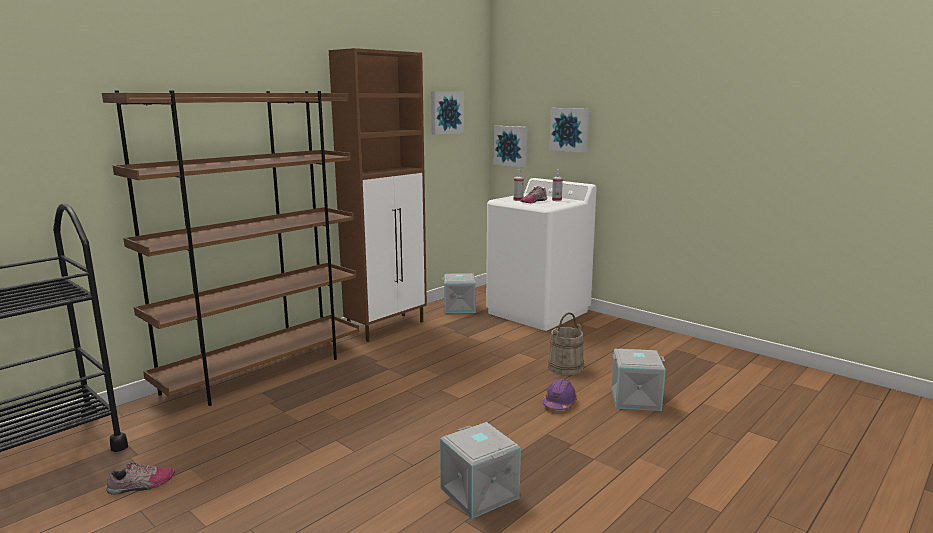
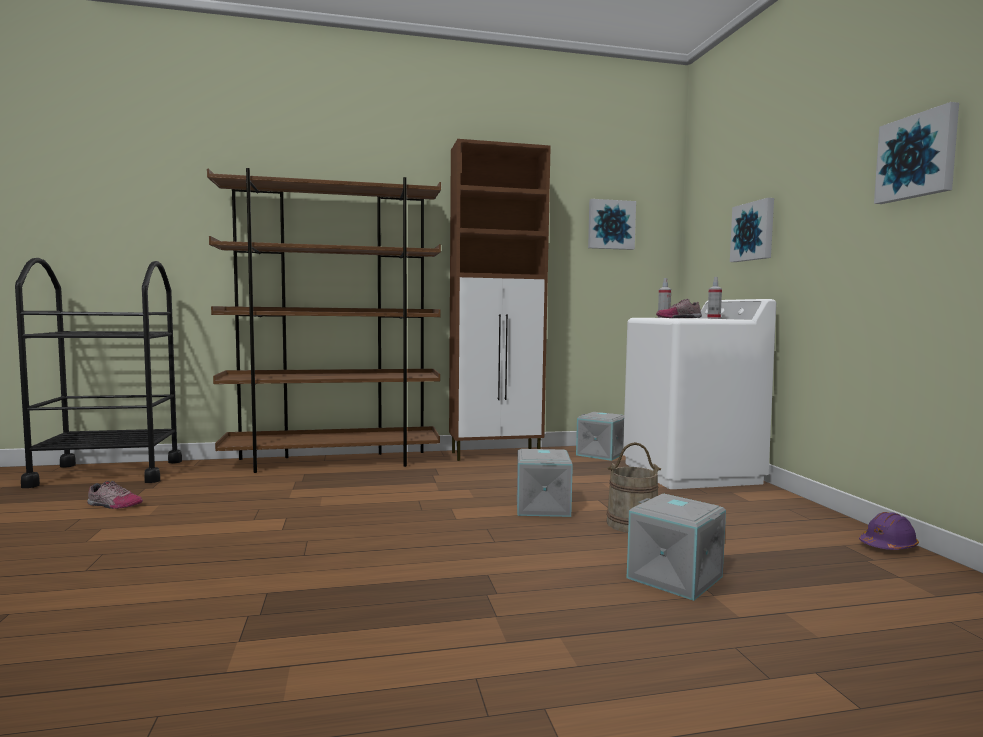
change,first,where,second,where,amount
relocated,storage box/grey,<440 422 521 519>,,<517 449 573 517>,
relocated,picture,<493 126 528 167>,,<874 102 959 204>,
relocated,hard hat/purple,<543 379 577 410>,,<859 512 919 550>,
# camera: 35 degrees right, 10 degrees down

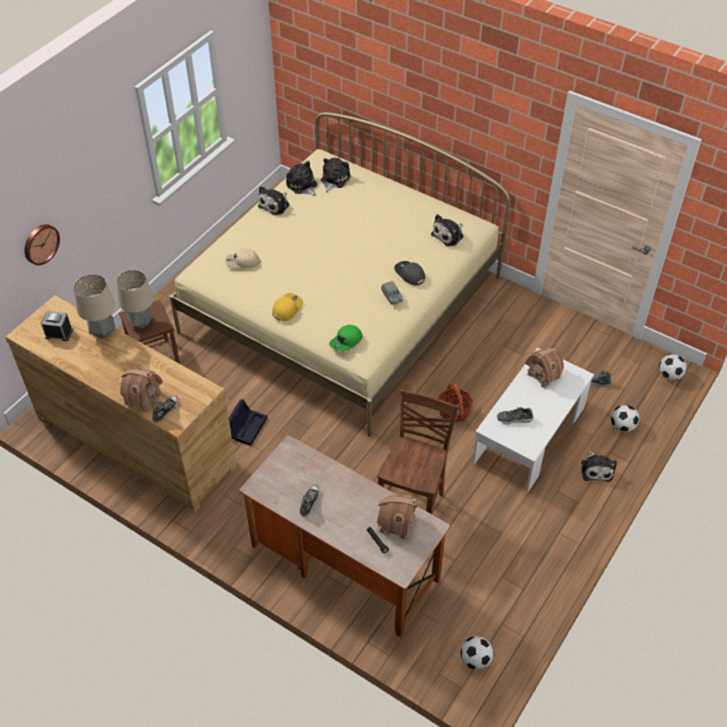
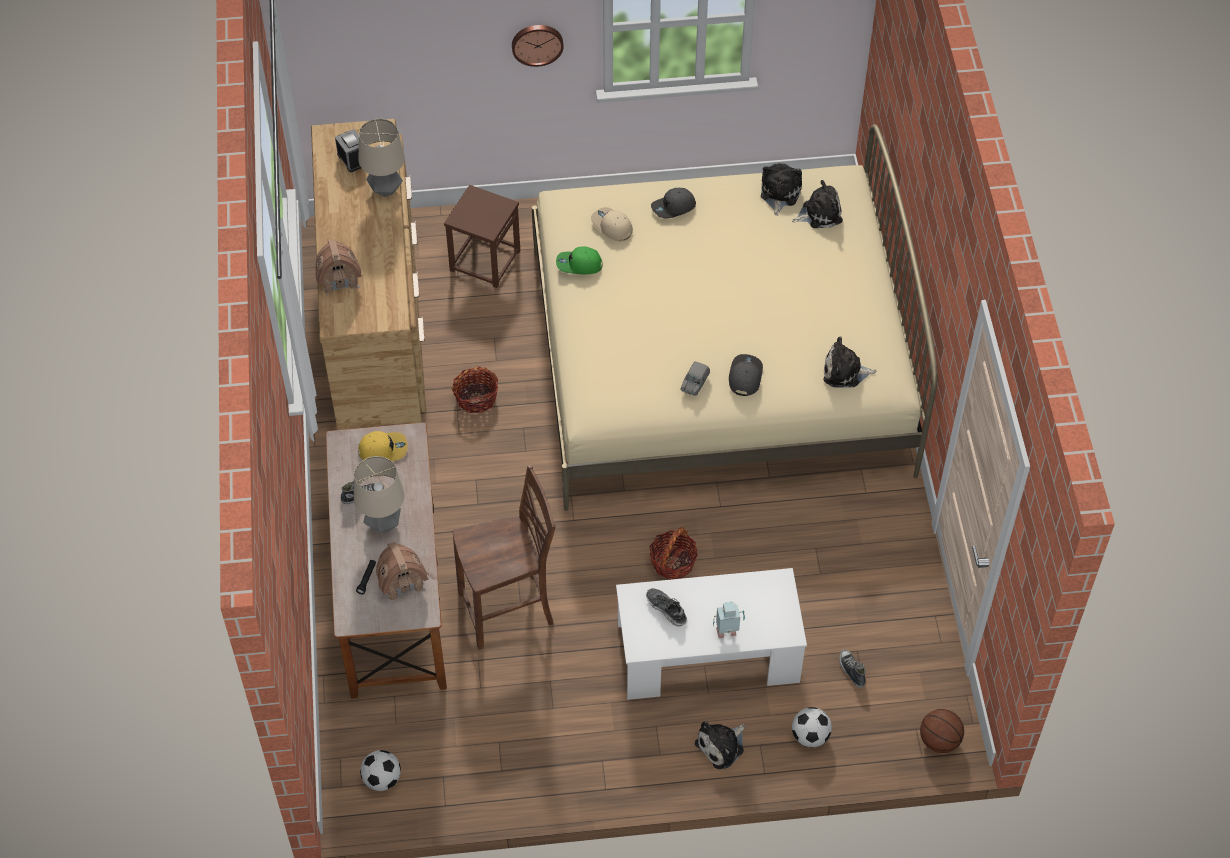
change,first,where,second,where,amount
relocated,wall clock,<24 224 60 265>,,<512 25 564 67>,
relocated,table lamp,<116 270 154 329>,,<354 456 405 533>,
missing,shoe,<152 396 179 423>,,,
exchanged,storage box/black,<229 399 267 446>,basket,<451 366 498 413>,
missing,plush toy,<258 186 289 215>,,,
relocated,cap/yellow,<272 293 303 321>,,<358 431 408 461>,
relocated,cap/green,<329 325 363 352>,,<556 246 603 274>,
missing,toy house,<525 348 564 389>,,,
exchanged,football,<659 354 687 381>,basketball,<920 709 964 753>,
appeared,,,cap/grey,<651 188 696 218>,
appeared,,,toy robot,<713 602 745 638>,
# camera: 50 degrees right, 5 degrees up

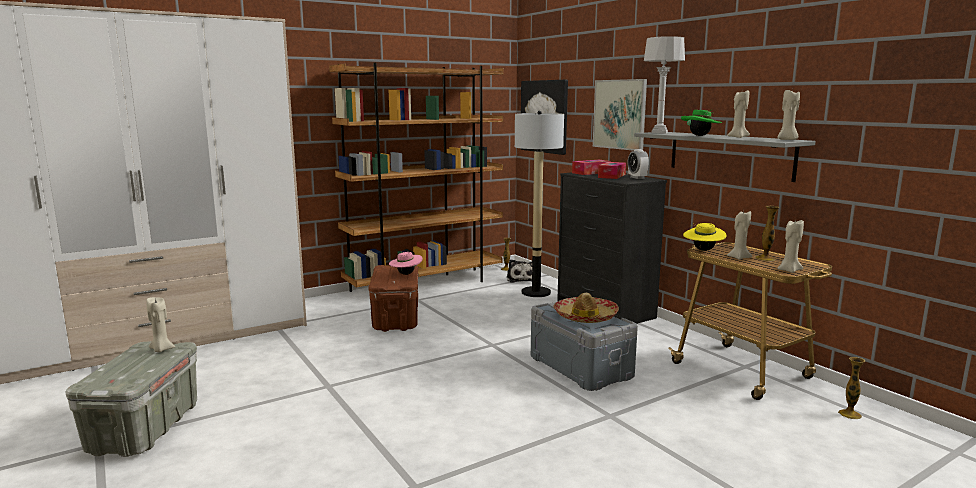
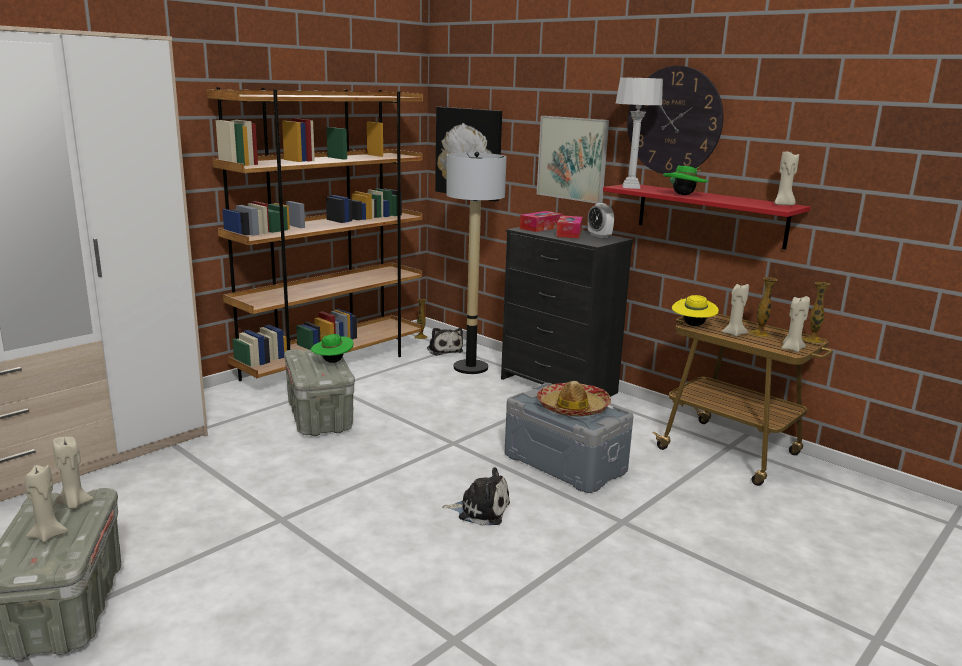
change,first,where,second,where,amount
colour,storage box/brown,<368 265 418 332>,storage box/grey,<284 349 355 436>,
colour,hat/pink,<389 250 423 275>,hat/green,<311 333 353 363>,
colour,shelf/grey,<634 132 816 182>,shelf/red,<603 184 811 250>,
relocated,candle/beige,<727 90 750 138>,,<25 465 68 543>,
relocated,vase,<838 357 865 419>,,<802 282 830 344>,
appeared,,,plush toy,<442 467 510 526>,
appeared,,,wall clock,<627 66 723 174>,
# camera: 15 degrees left, 5 degrees up

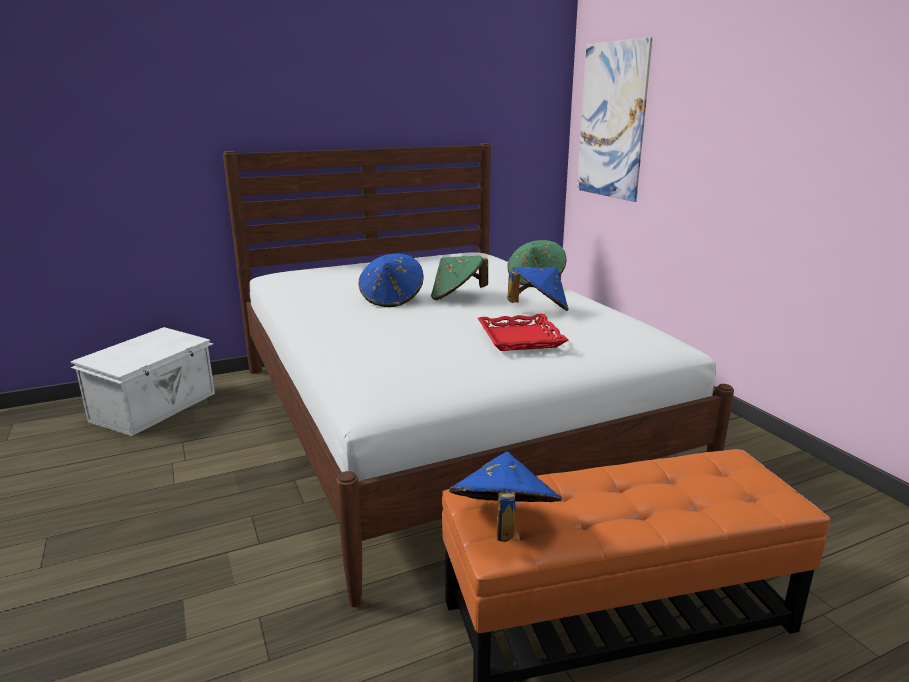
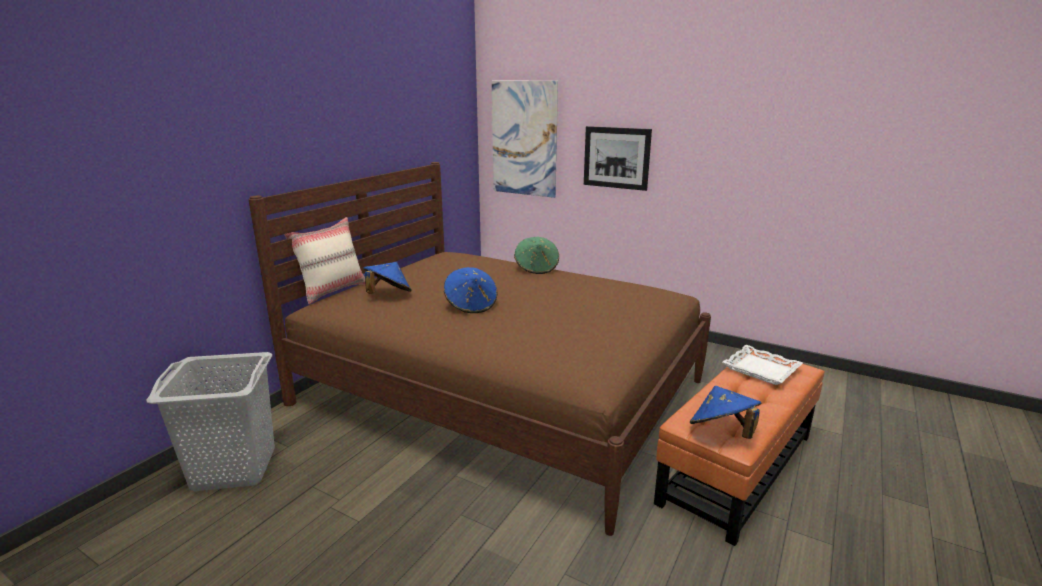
change,first,where,second,where,amount
exchanged,storage box/white,<71 327 215 436>,laundry basket/grey,<146 352 275 491>,
colour,bed/white,<223 143 734 607>,bed/brown,<248 162 711 536>,
missing,hat/green,<431 255 488 300>,,,
missing,tray/red,<478 314 568 351>,,,
relocated,hat/blue,<508 267 569 311>,,<363 262 412 294>,
appeared,,,pillow/beige,<284 217 365 304>,
appeared,,,picture,<584 126 652 191>,
appeared,,,tray/white,<722 345 803 385>,
# camera: 35 degrees left, 0 degrees up

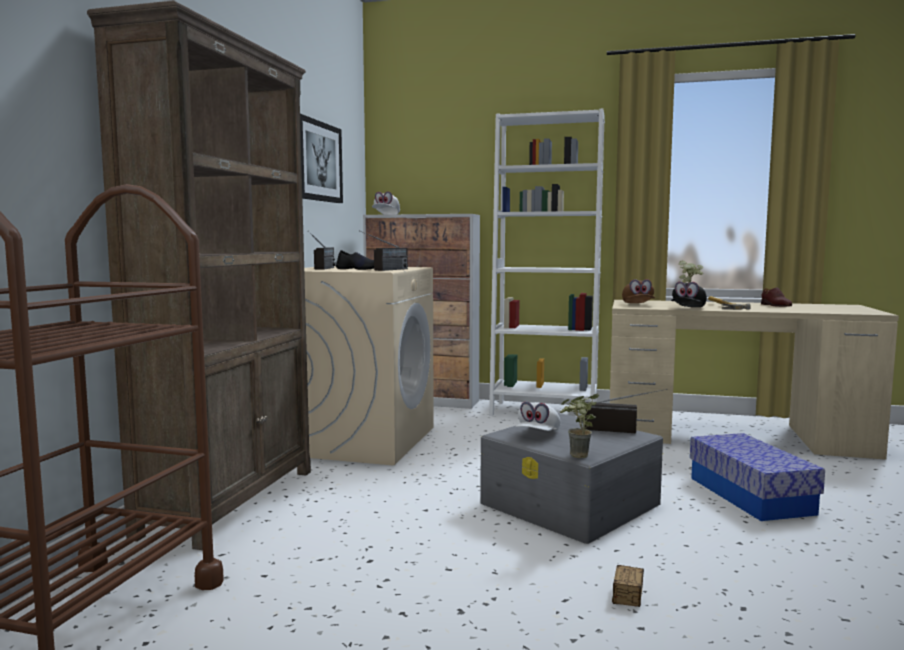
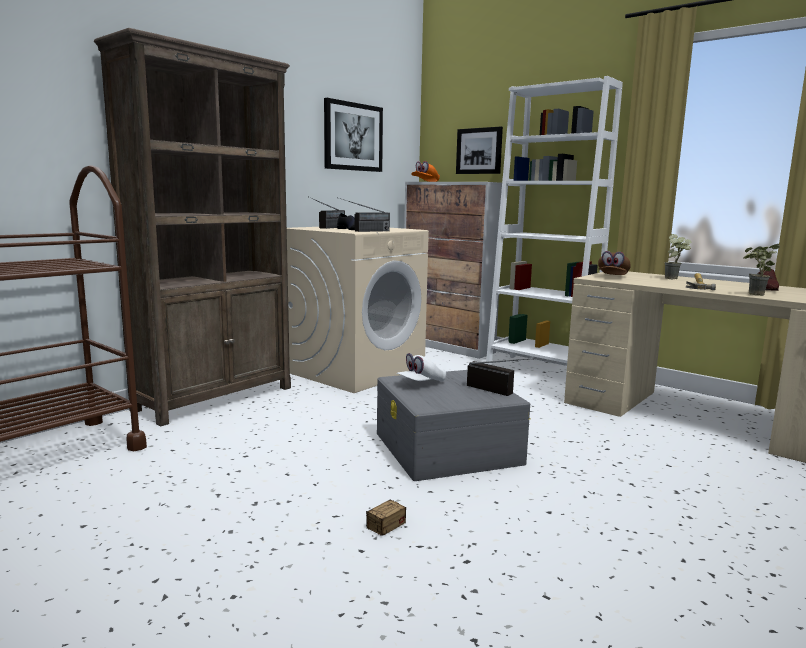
change,first,where,second,where,amount
colour,cap/white,<372 192 400 215>,cap/orange,<411 161 440 182>,
relocated,potted plant,<560 393 599 458>,,<743 244 780 296>,
missing,cap/black,<671 281 707 307>,,,
missing,storage box,<690 433 825 521>,,,
appeared,,,picture,<456 127 503 174>,
# camera: 25 degrees right, 5 degrees up

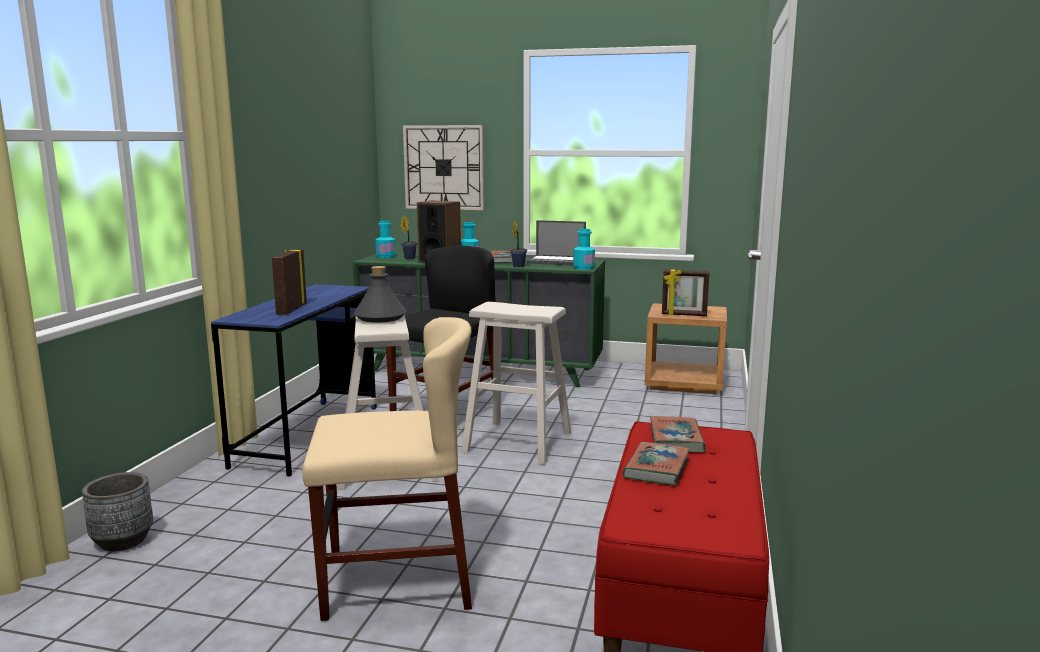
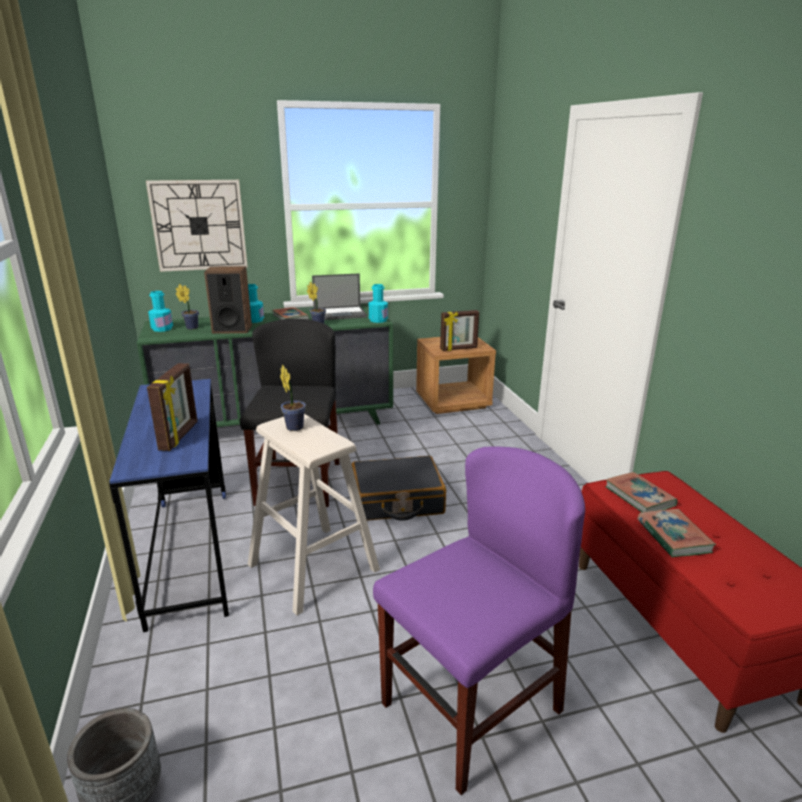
change,first,where,second,where,amount
spun,picture frame,<272 249 307 315>,,<147 363 198 451>,150 degrees counterclockwise
colour,chair/beige,<302 317 472 621>,chair/purple,<373 446 585 795>,
exchanged,bottle/grey,<354 266 407 323>,potted plant,<280 364 306 431>,
exchanged,stool/beige,<461 302 571 465>,suitcase/black,<352 456 446 521>,
# camera: 30 degrees left, 10 degrees up

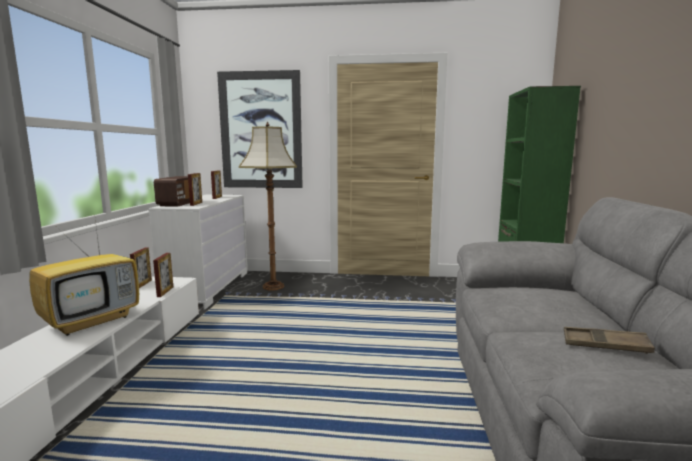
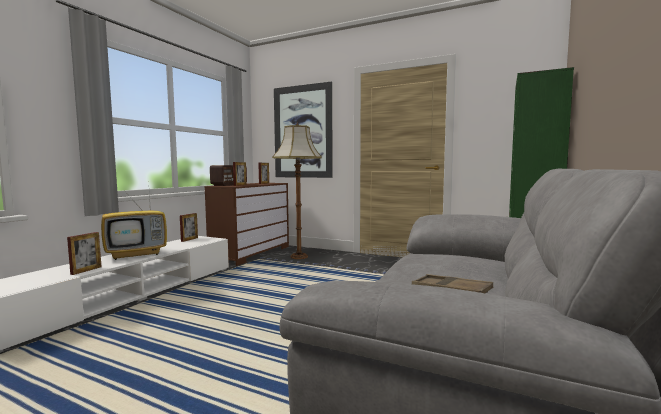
change,first,where,second,where,amount
colour,dresser/white,<149 195 247 310>,dresser/brown,<205 183 289 266>,
relocated,picture frame,<153 253 173 297>,,<67 232 102 275>,
# camera: 20 degrees right, 5 degrees down

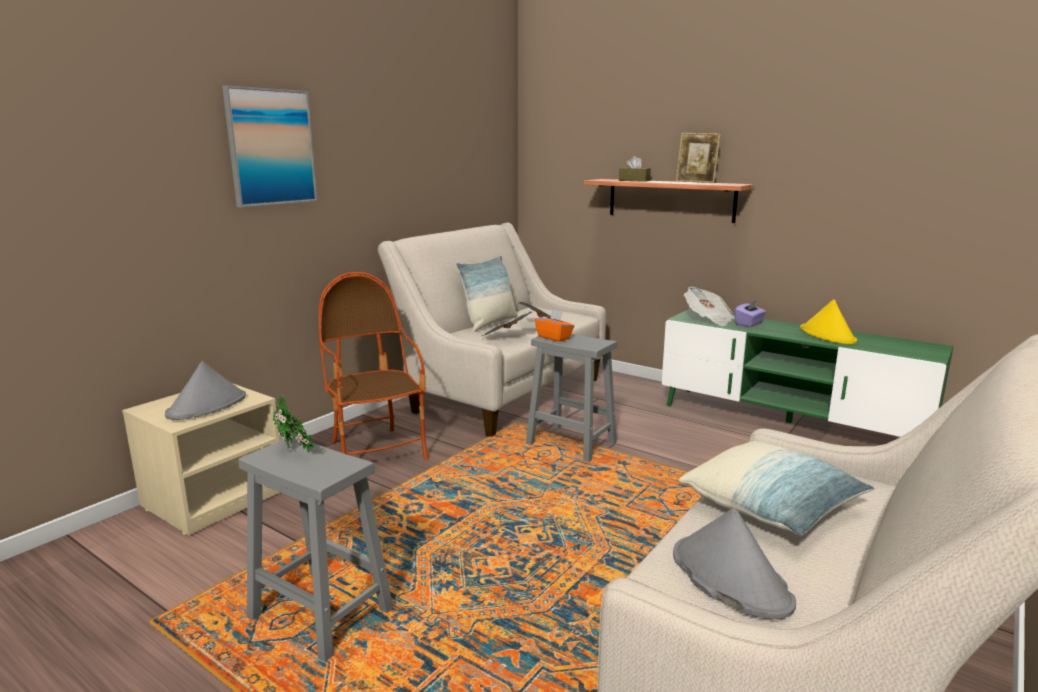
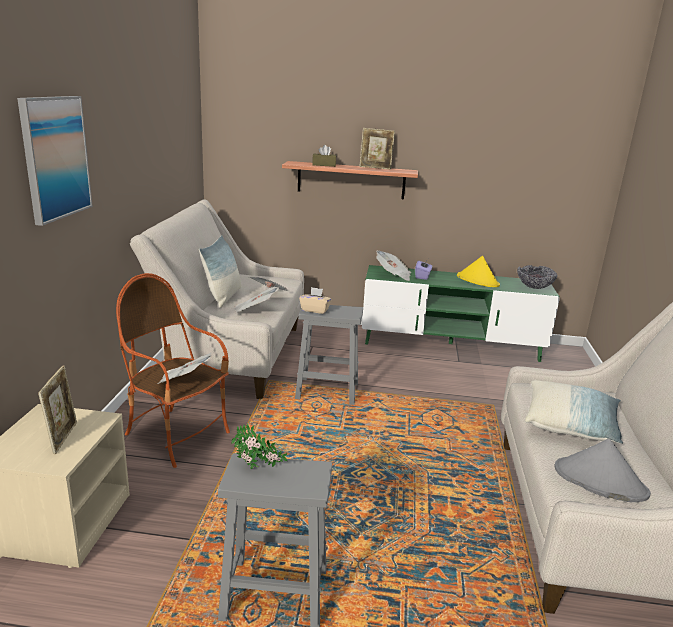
change,first,where,second,where,amount
exchanged,hat/grey,<165 361 246 420>,picture frame,<38 365 77 454>,
colour,tissue box/orange,<535 309 574 342>,tissue box/beige,<299 287 332 314>,
appeared,,,newspaper,<157 353 212 384>,
appeared,,,bowl,<517 265 558 289>,
# camera: 30 degrees left, 5 degrees up

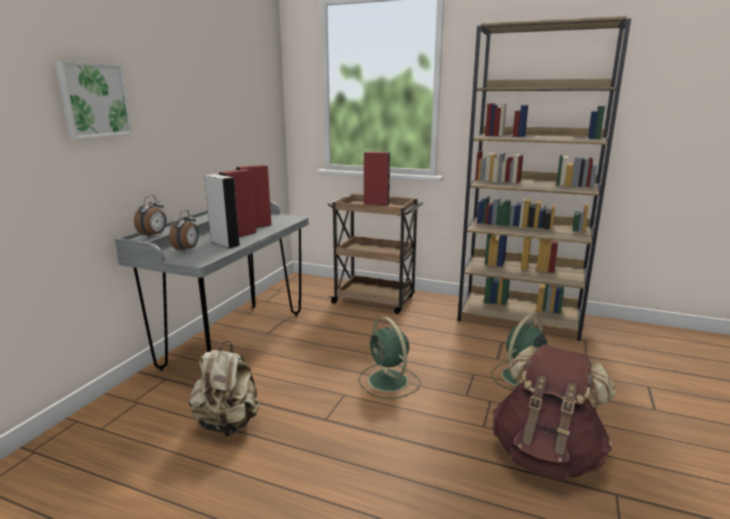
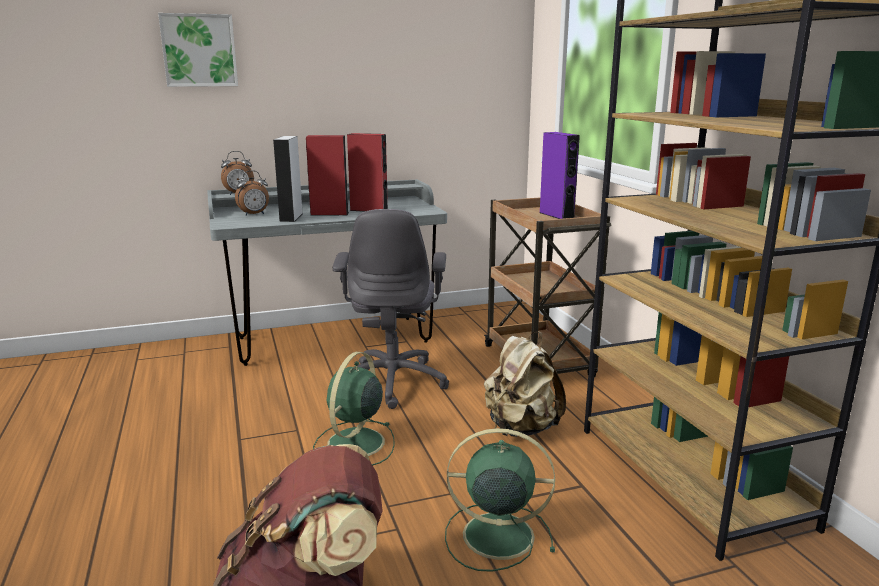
change,first,where,second,where,amount
relocated,backpack/beige,<189 341 259 436>,,<484 331 566 437>,
colour,speaker/red,<364 152 390 206>,speaker/purple,<540 132 580 219>,
appeared,,,office chair/grey,<333 209 449 409>,
# camera: 50 degrees right, 0 degrees up

